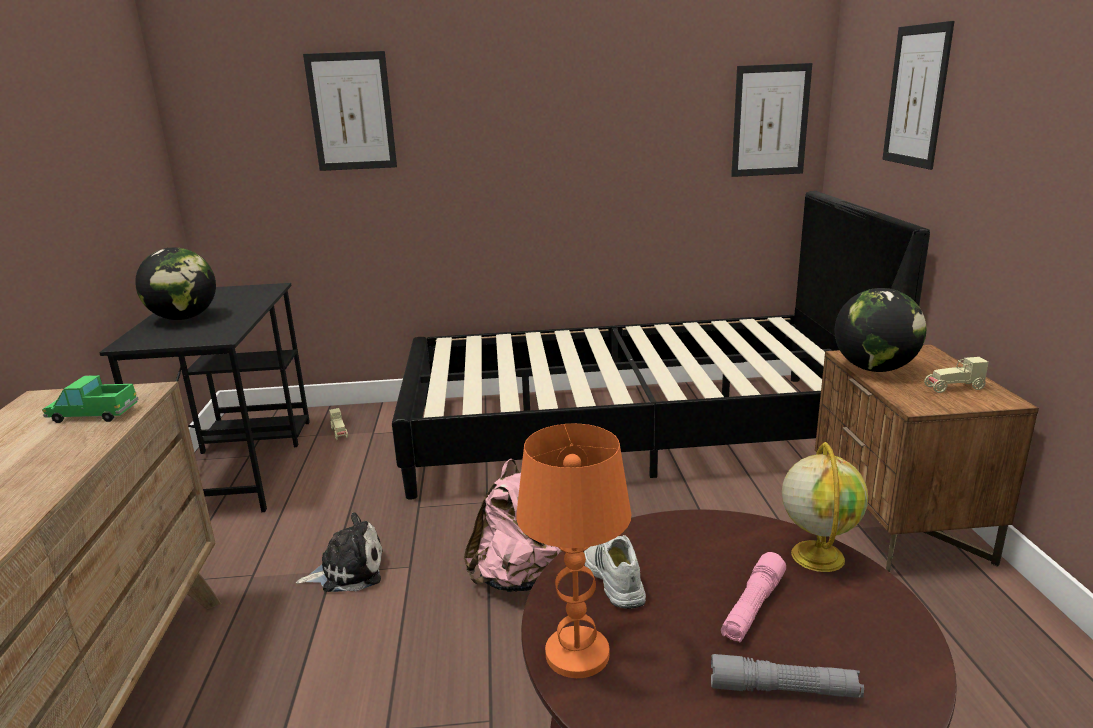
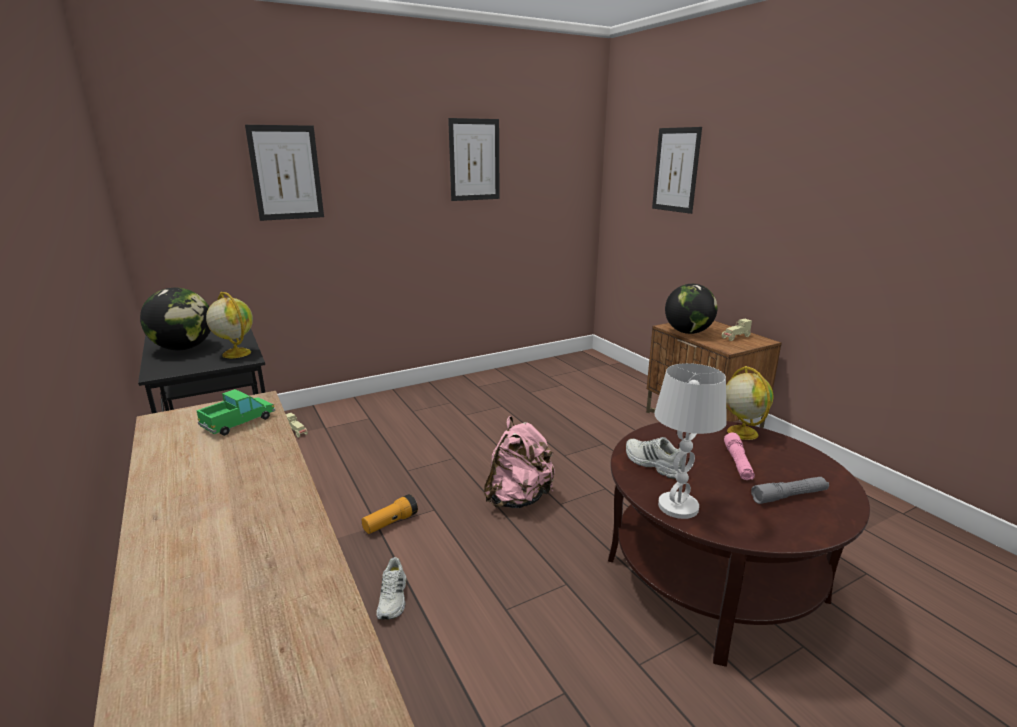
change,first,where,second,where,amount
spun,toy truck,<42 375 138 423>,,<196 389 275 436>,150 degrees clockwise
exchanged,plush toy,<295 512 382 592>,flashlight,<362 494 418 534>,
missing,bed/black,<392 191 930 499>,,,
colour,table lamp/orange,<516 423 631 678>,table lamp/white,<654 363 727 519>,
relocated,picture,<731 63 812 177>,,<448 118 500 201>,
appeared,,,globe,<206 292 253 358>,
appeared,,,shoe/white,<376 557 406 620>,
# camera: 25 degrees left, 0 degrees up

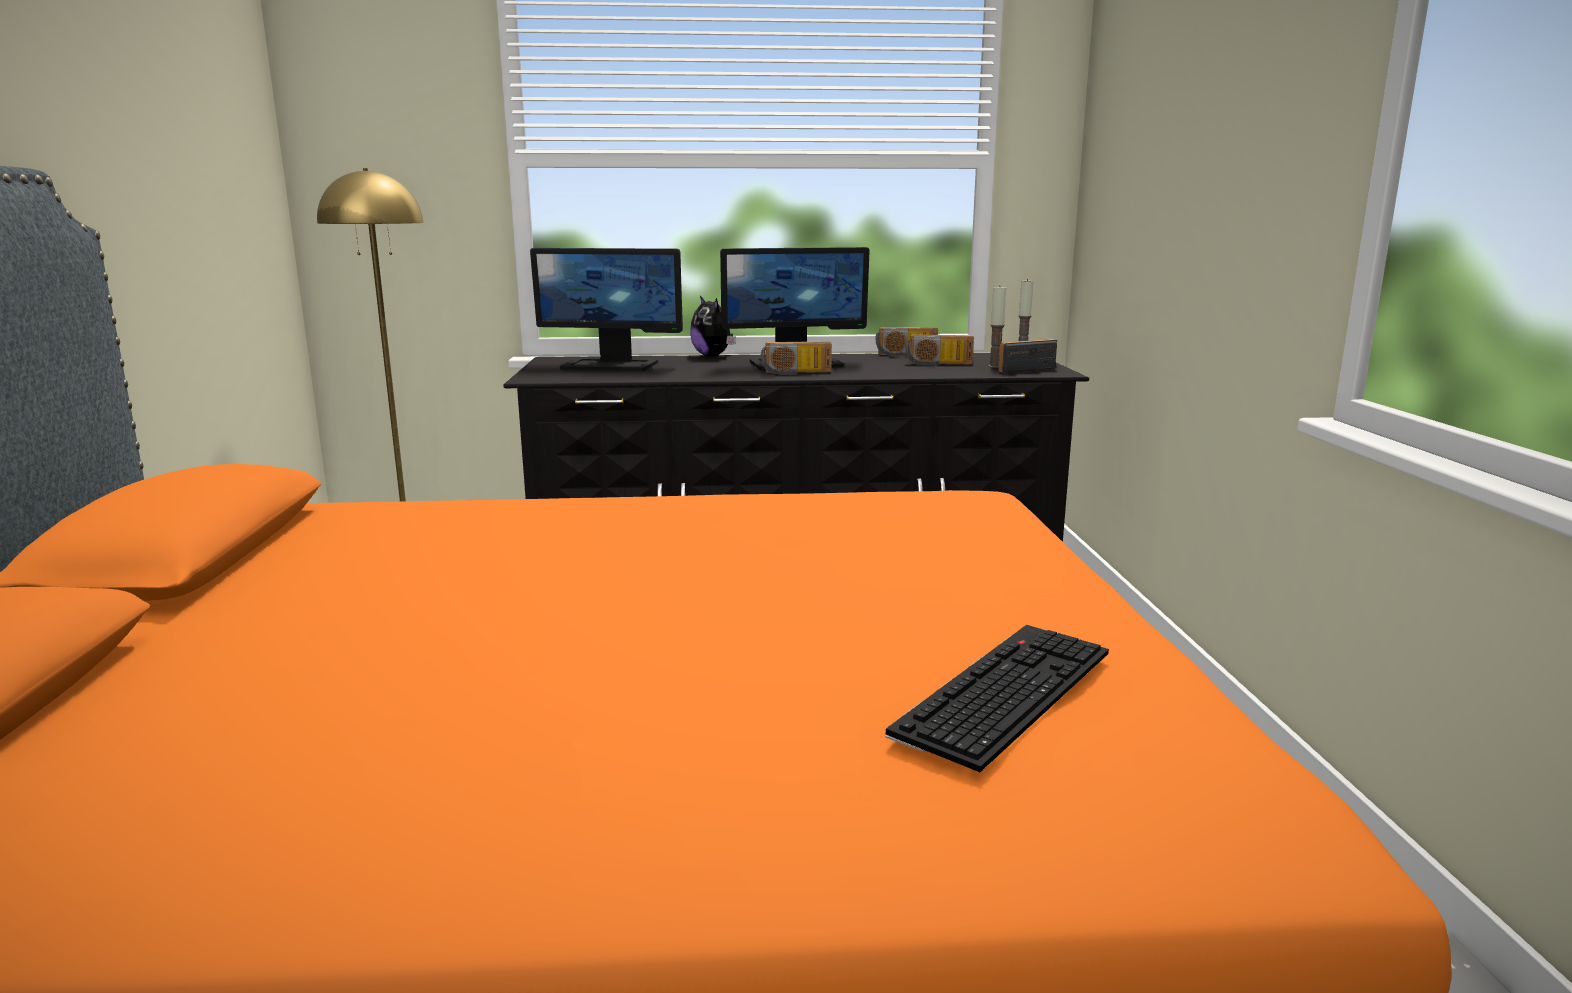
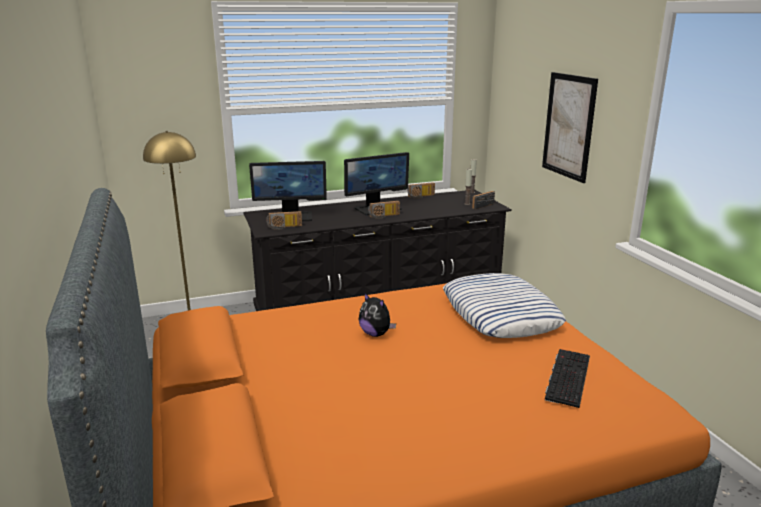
change,first,where,second,where,amount
relocated,plush toy,<690 296 736 357>,,<359 292 396 337>,
relocated,radio,<906 335 974 366>,,<266 211 302 230>,
appeared,,,pillow,<443 273 566 338>,
appeared,,,picture,<542 72 598 183>,
# camera: 15 degrees left, 5 degrees up

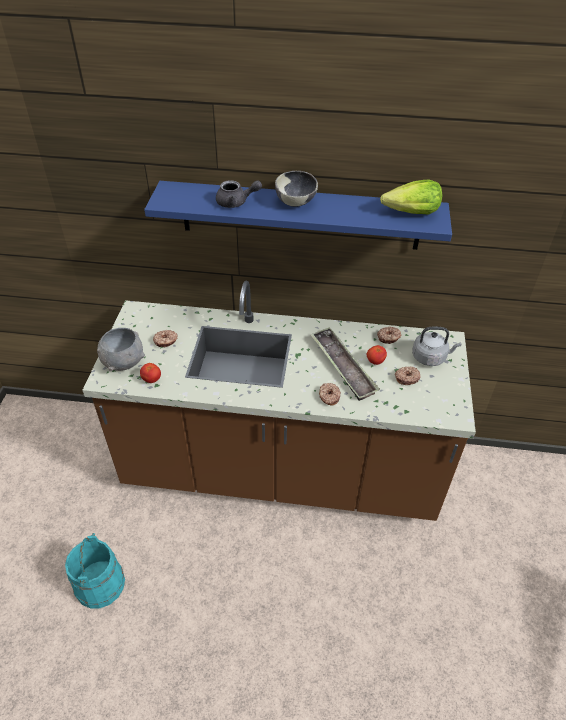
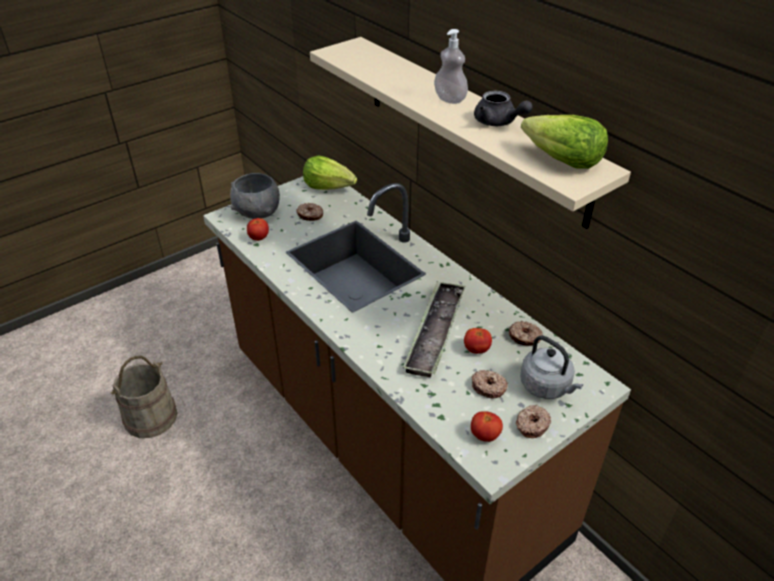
change,first,where,second,where,amount
colour,bucket/turquoise,<65 533 125 609>,bucket/beige,<111 356 177 438>,
colour,shelf/blue,<144 181 452 250>,shelf/beige,<310 37 631 229>,
relocated,teapot/grey,<216 180 262 208>,,<474 91 533 126>,
exchanged,bowl,<275 171 318 207>,soap dispenser,<434 29 468 104>,
relocated,donut,<319 383 341 405>,,<516 405 551 438>,
appeared,,,lettuce,<303 156 357 190>,
appeared,,,tomato,<471 411 503 442>,
# camera: 45 degrees right, 5 degrees down

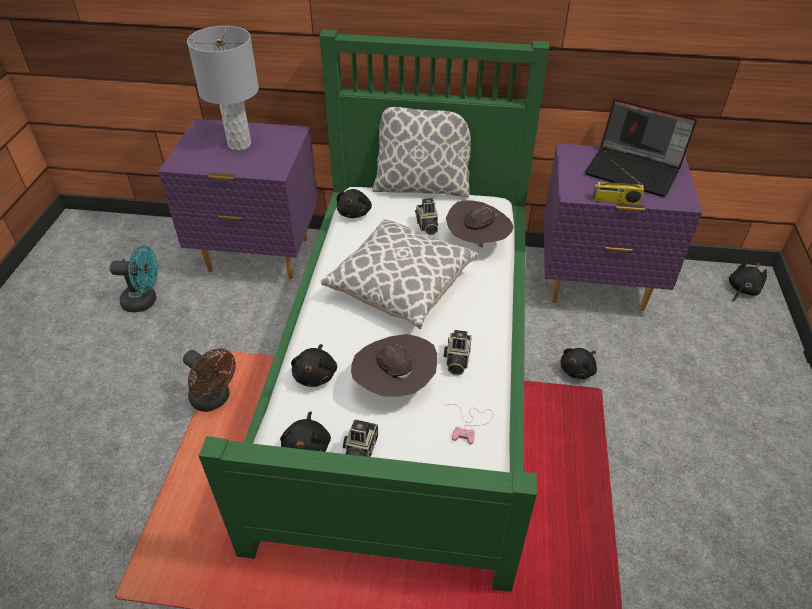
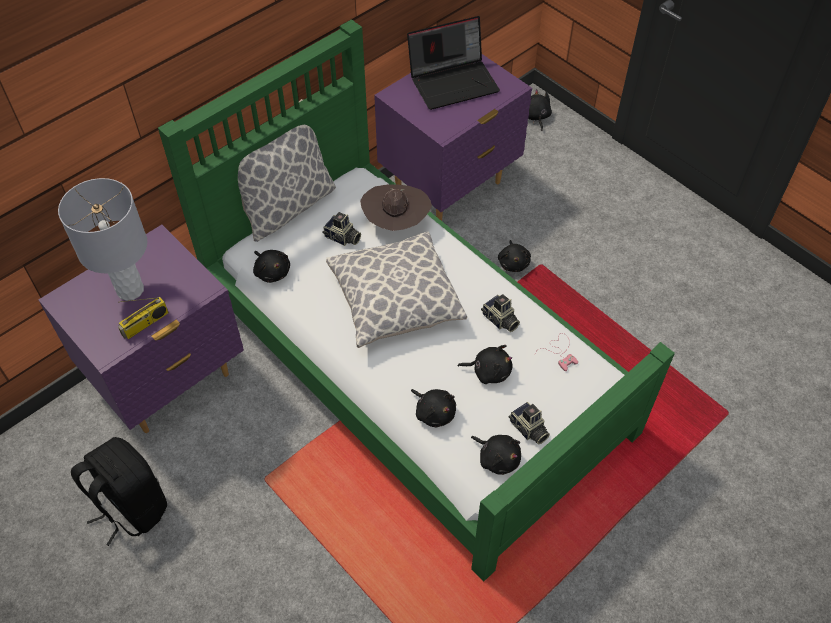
change,first,where,second,where,amount
exchanged,fan/turquoise,<110 246 158 312>,backpack/black,<71 437 167 546>,
missing,fan/brown,<183 348 236 412>,,,
exchanged,hat/brown,<351 334 437 397>,plush toy/black,<458 345 513 384>,
relocated,radio,<593 159 644 204>,,<118 297 169 339>,
# camera: 50 degrees left, 10 degrees up

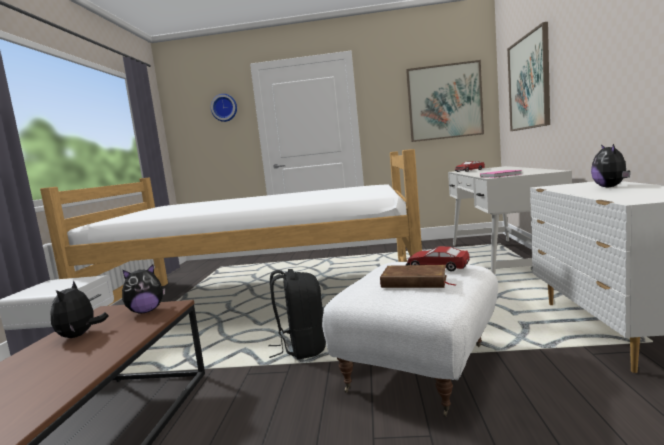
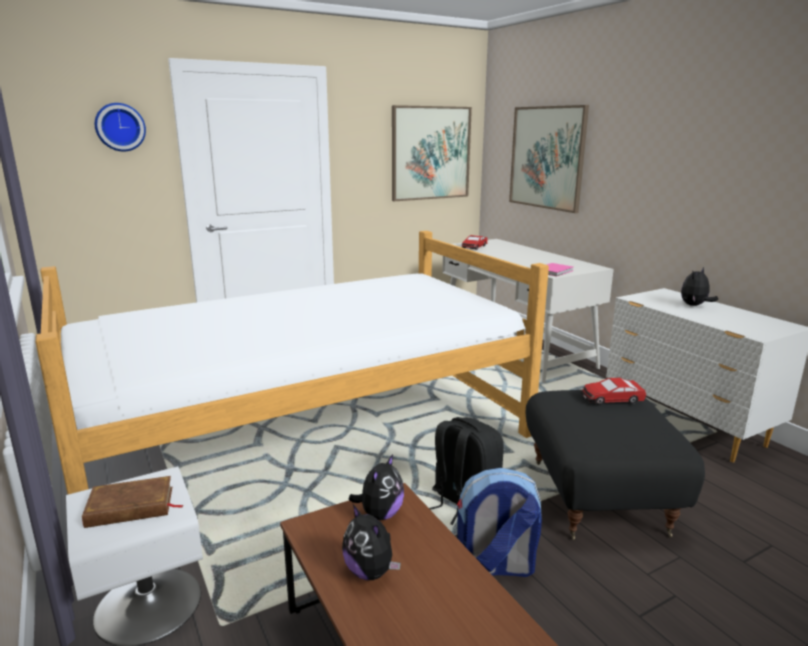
change,first,where,second,where,amount
colour,ottoman/white,<322 262 498 417>,ottoman/black,<525 390 705 540>,
relocated,book/brown,<380 265 457 288>,,<82 476 183 528>,
spun,plush toy,<591 144 630 188>,,<681 267 718 306>,75 degrees clockwise
appeared,,,backpack,<457 468 542 577>,
# camera: 35 degrees left, 10 degrees up

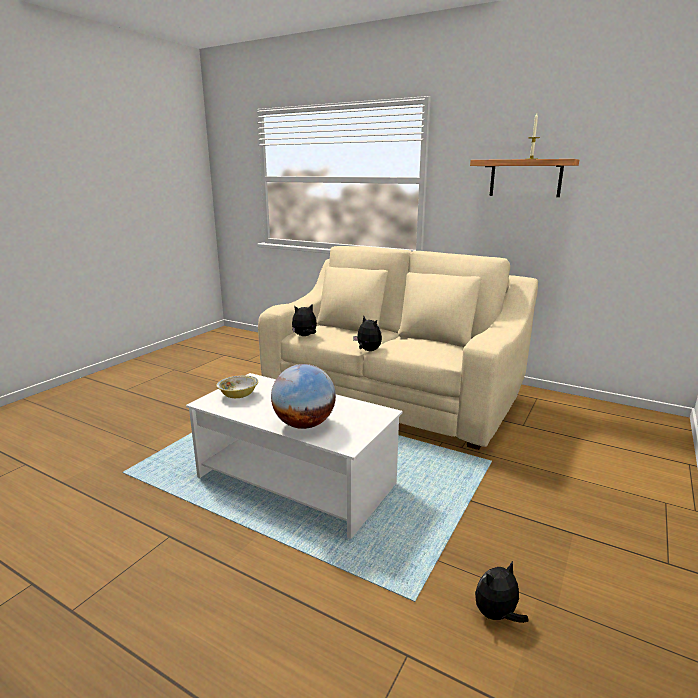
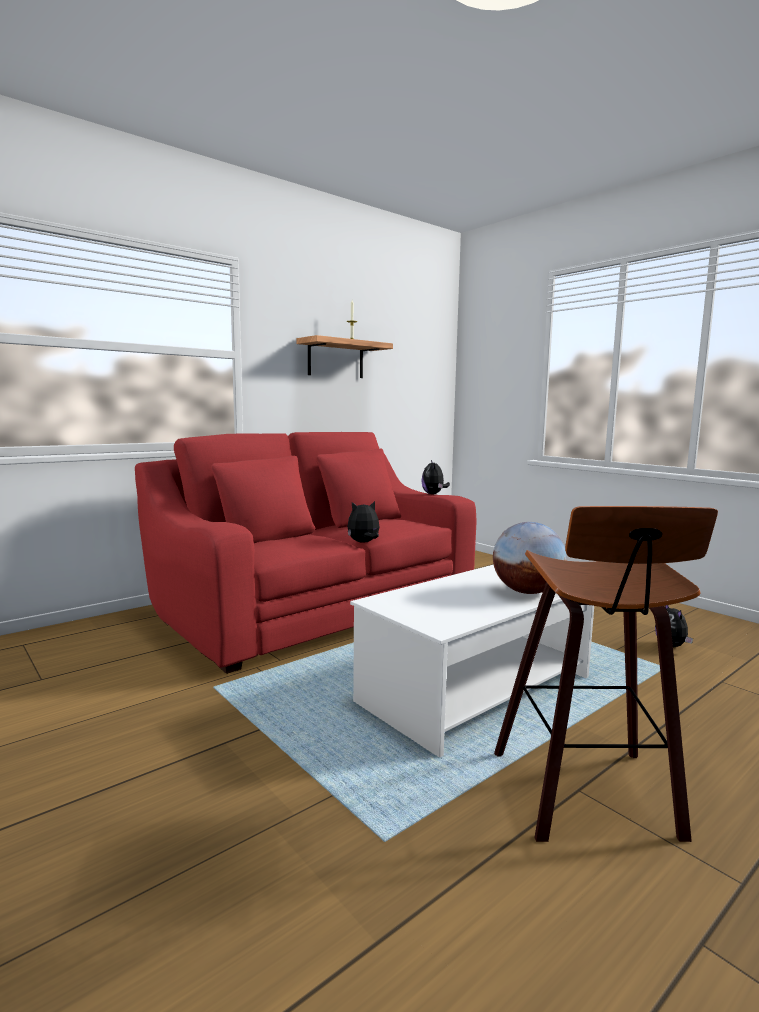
change,first,where,second,where,amount
missing,bowl,<216 375 258 398>,,,
colour,sofa/beige,<258 246 538 450>,sofa/red,<135 432 477 674>,
relocated,plush toy,<292 304 317 336>,,<421 460 450 494>,
appeared,,,stool,<494 506 718 842>,
# camera: 70 degrees left, 10 degrees down

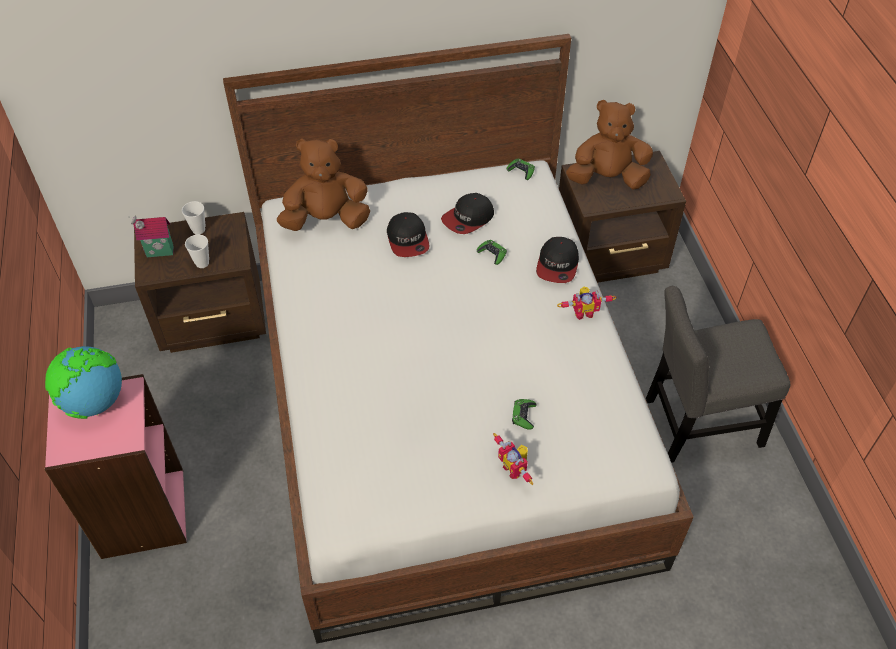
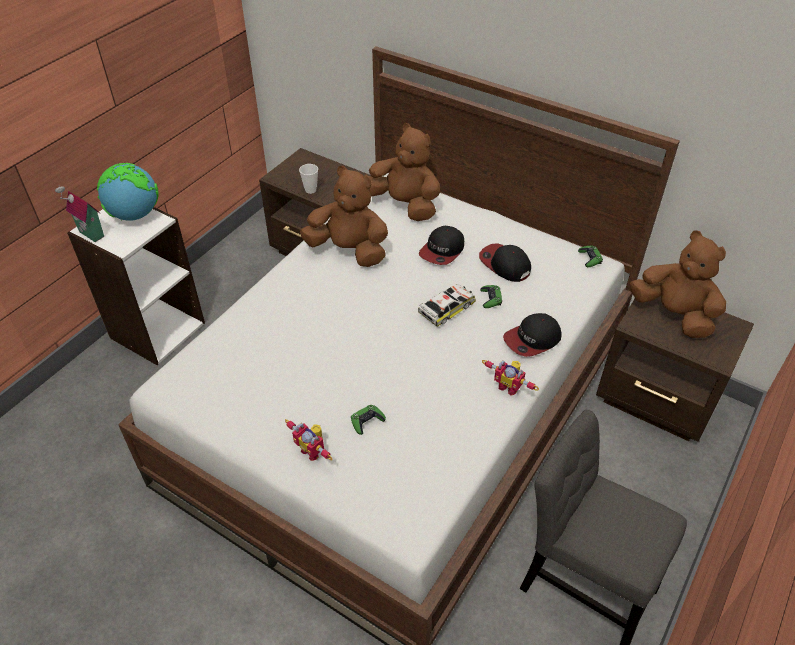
change,first,where,second,where,amount
colour,bookcase/pink,<45 374 187 559>,bookcase/white,<67 207 205 365>,
relocated,toy house,<128 215 174 257>,,<55 185 104 242>,
missing,cup,<182 201 205 235>,,,
spun,cap,<441 193 494 234>,,<479 243 531 282>,45 degrees clockwise
spun,toy robot,<493 433 533 485>,,<285 419 332 461>,60 degrees counterclockwise
appeared,,,plush toy/brown,<300 166 388 267>,
appeared,,,toy car,<418 284 476 327>,
# camera: 45 degrees right, 5 degrees down

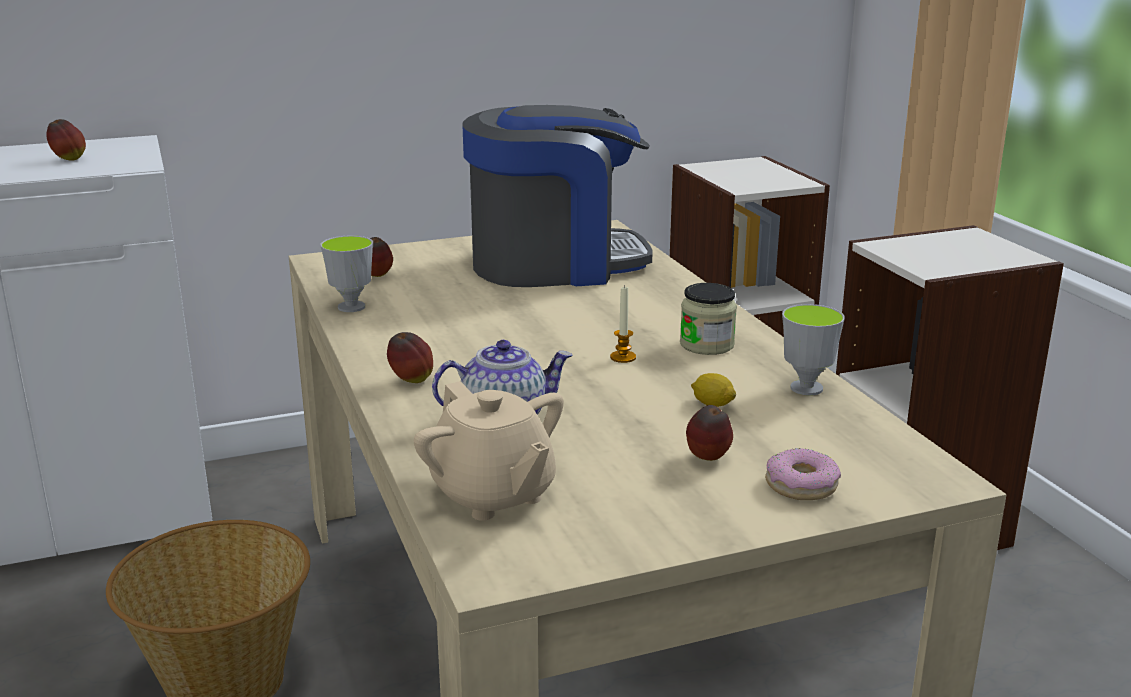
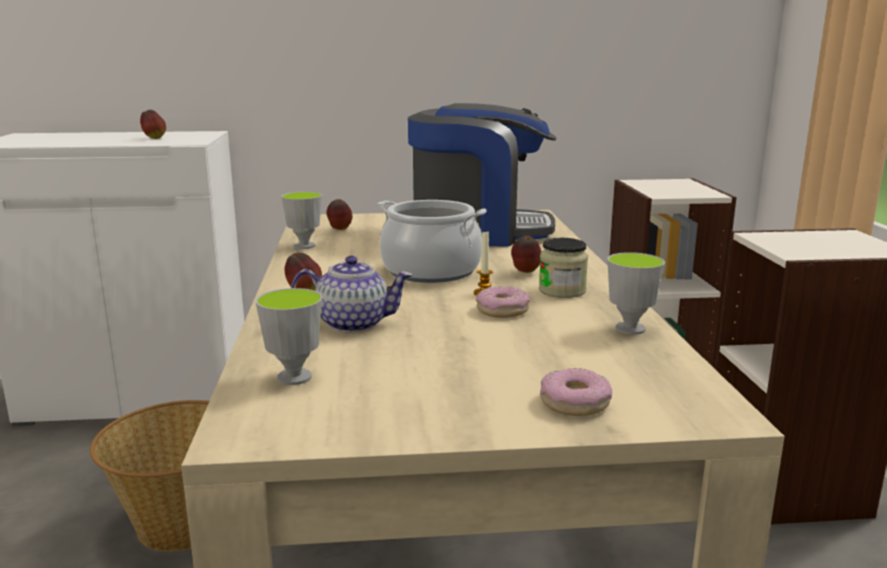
change,first,where,second,where,amount
exchanged,teapot/beige,<414 381 564 521>,cup,<256 288 322 385>,
relocated,apple,<686 405 733 461>,,<511 235 541 273>,
missing,lemon,<691 373 736 407>,,,
appeared,,,cooking pot,<377 200 487 283>,
appeared,,,donut,<476 286 530 318>,
# camera: 15 degrees right, 5 degrees down

